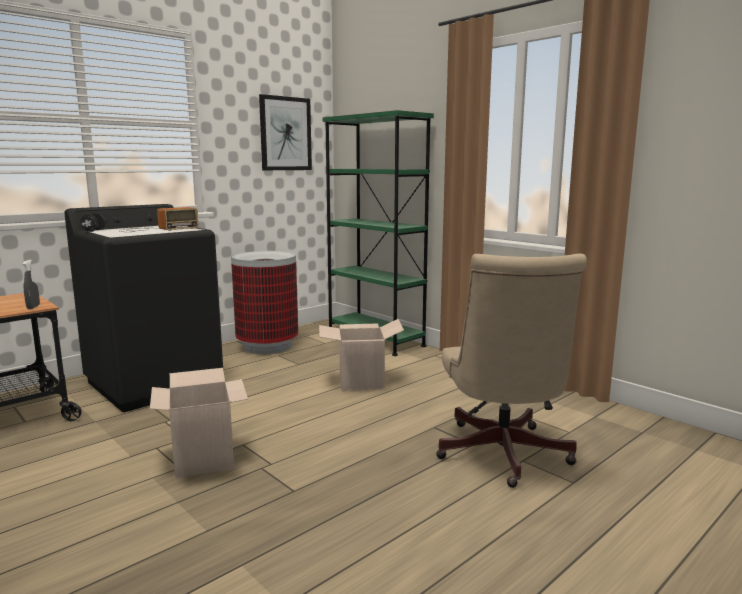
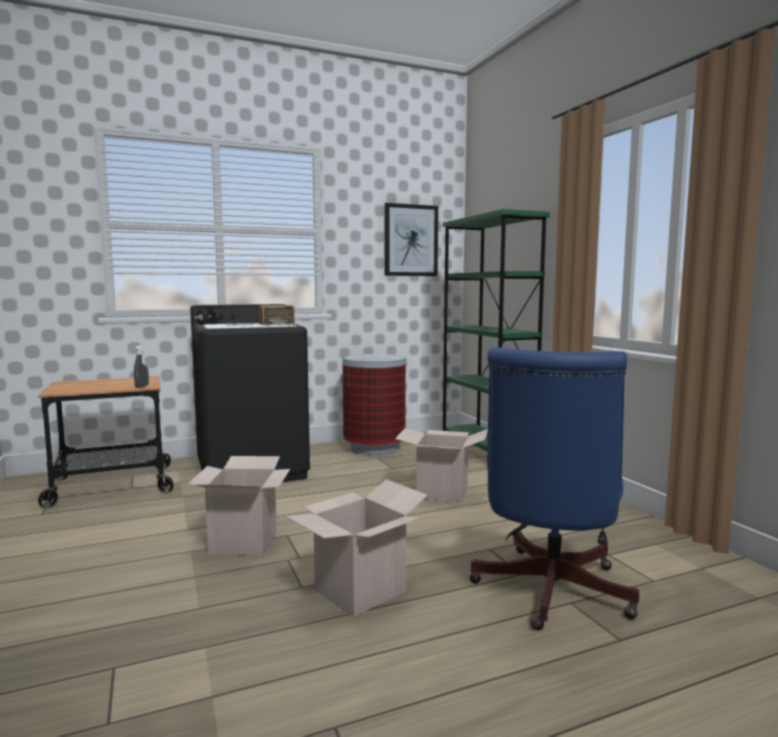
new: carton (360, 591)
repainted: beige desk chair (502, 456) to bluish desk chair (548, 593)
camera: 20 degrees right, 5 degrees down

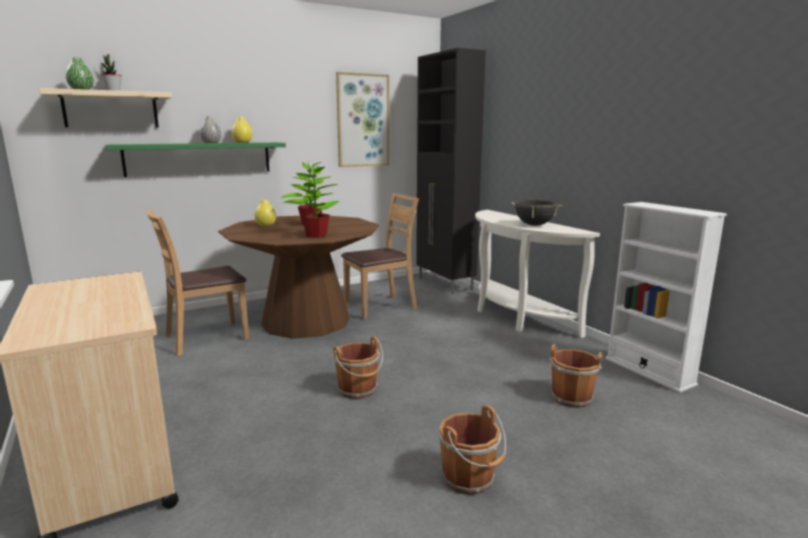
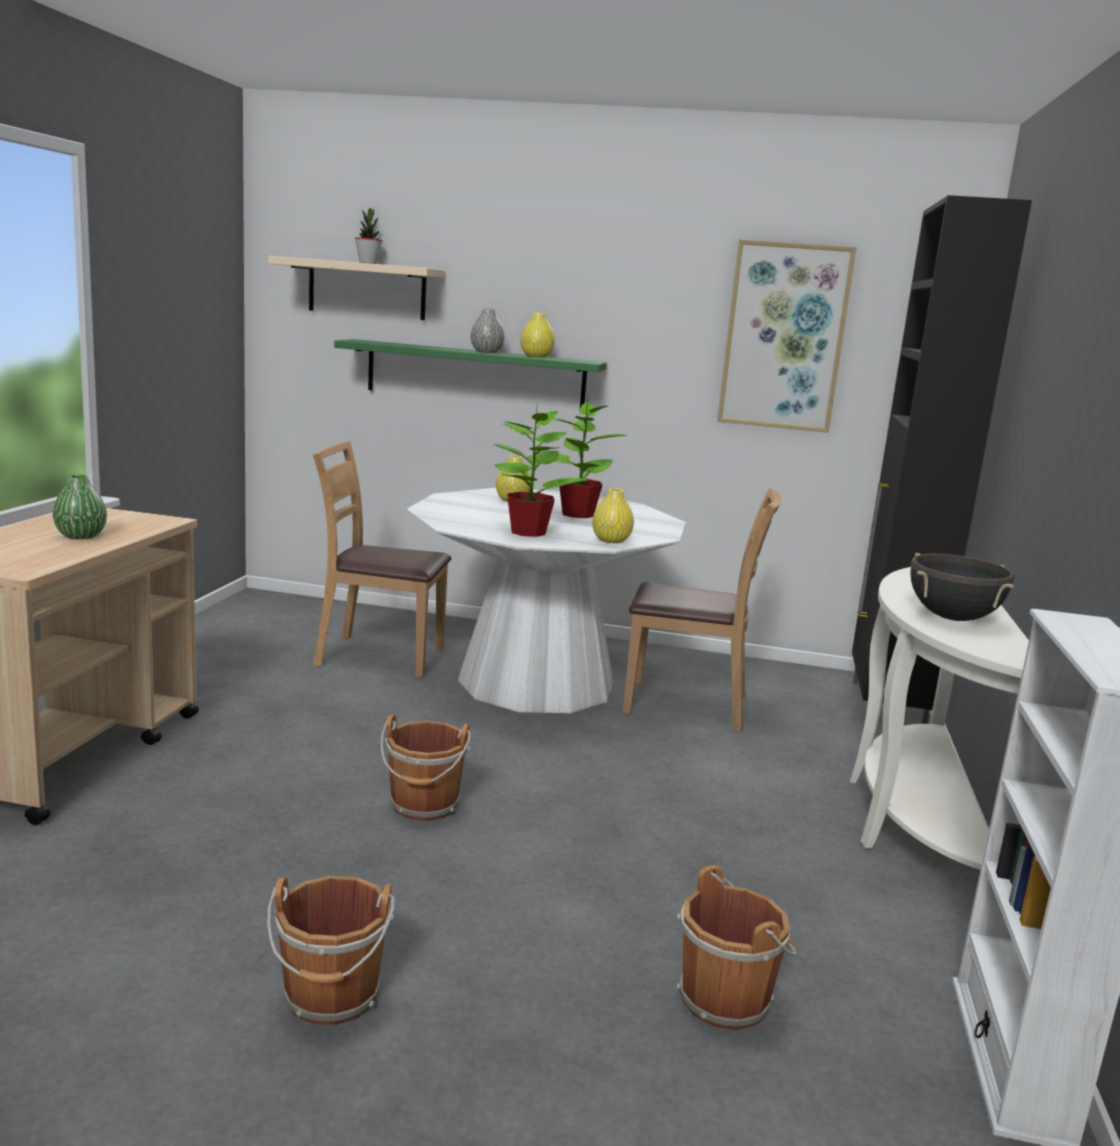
new: yellow flower vase (611, 540)
shifted: green-coloured flower vase (81, 89) to (81, 536)
repainted: brownish dinner table (306, 321) to white-coloured dinner table (536, 682)
camera: 40 degrees right, 0 degrees up

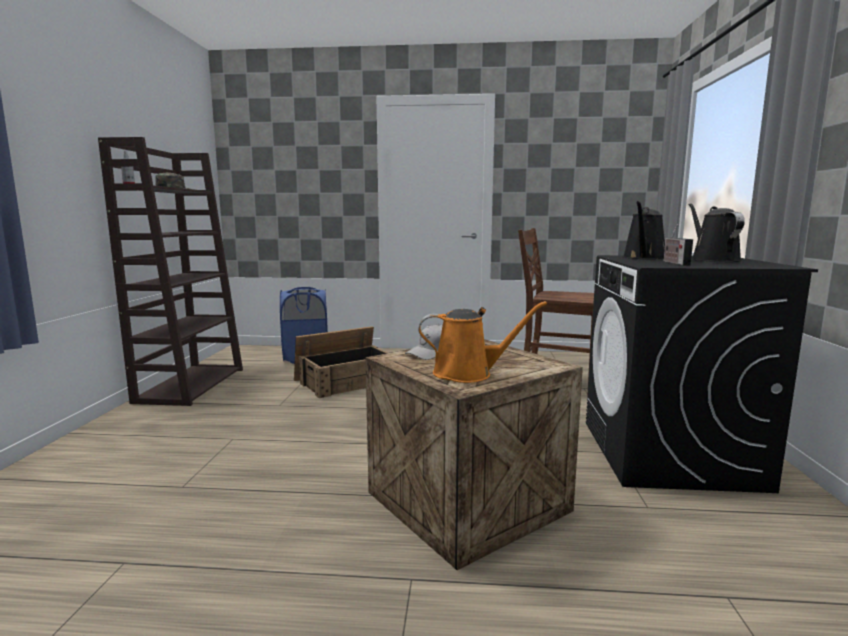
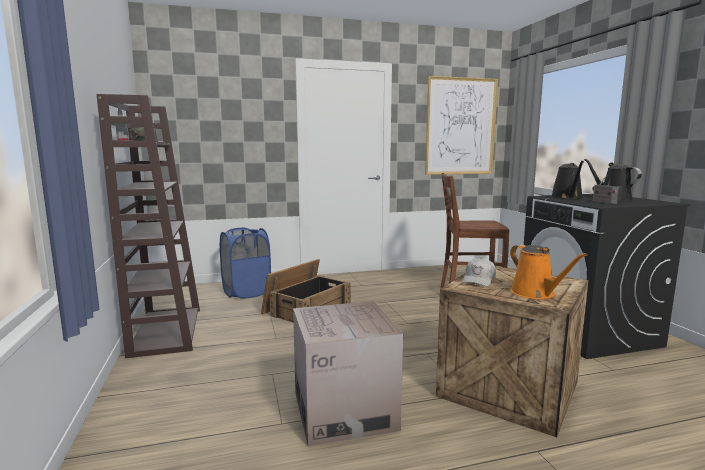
new: wall picture (460, 126); carton (344, 411)
rotated: orange watering pot (468, 373) = (535, 293) 90 degrees clockwise
camera: 20 degrees left, 0 degrees up

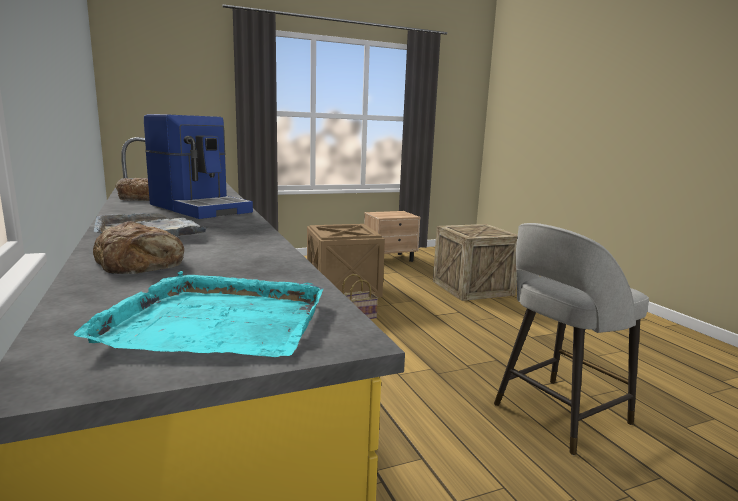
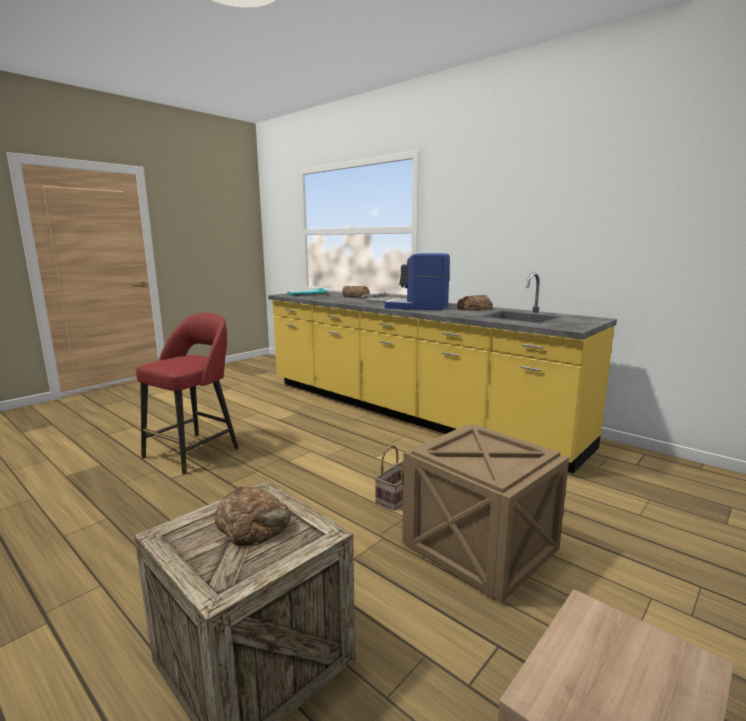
new: bread (254, 523)
repainted: grey stool seat (558, 415) to red stool seat (194, 452)
camera: 155 degrees right, 0 degrees up

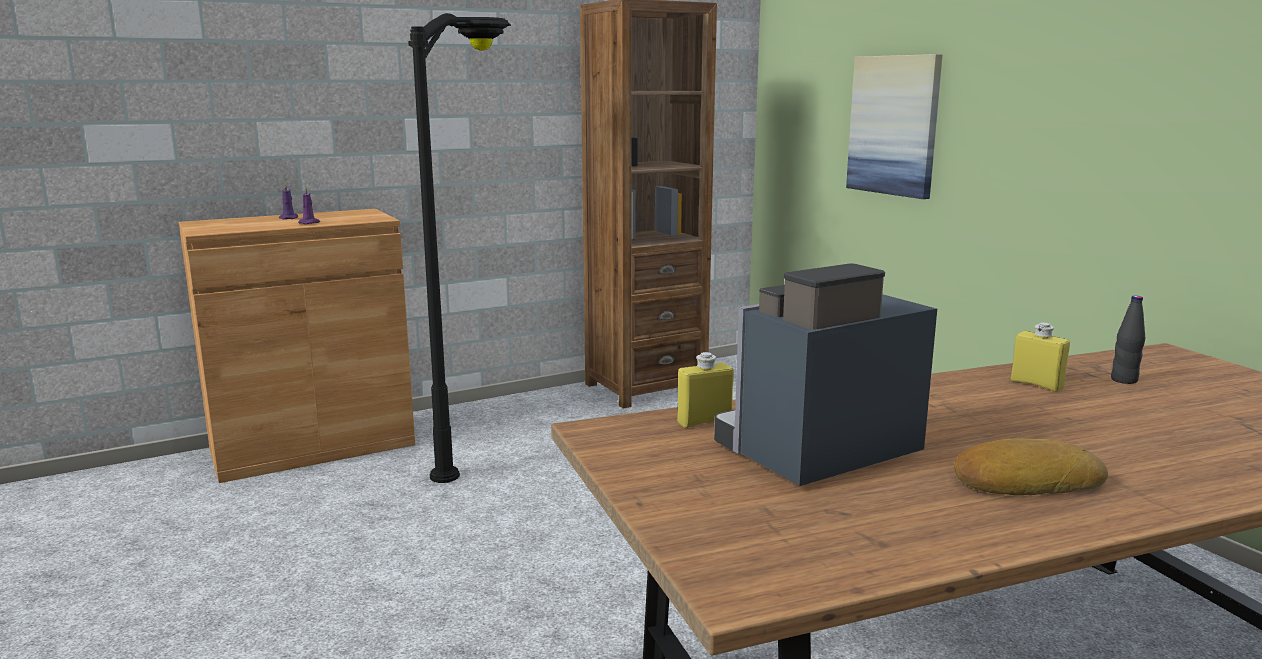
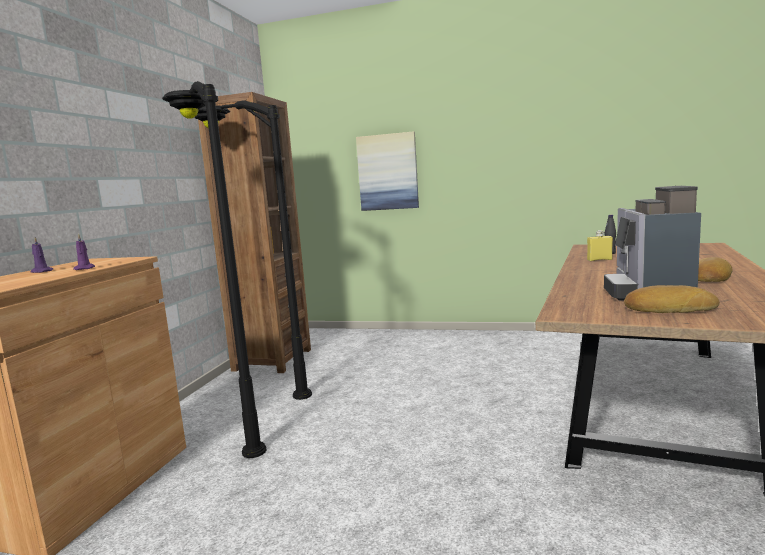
gone: yellow drink bottle (704, 421)
new: blackish standing lamp (259, 386); bread (668, 308)
camera: 45 degrees left, 5 degrees down

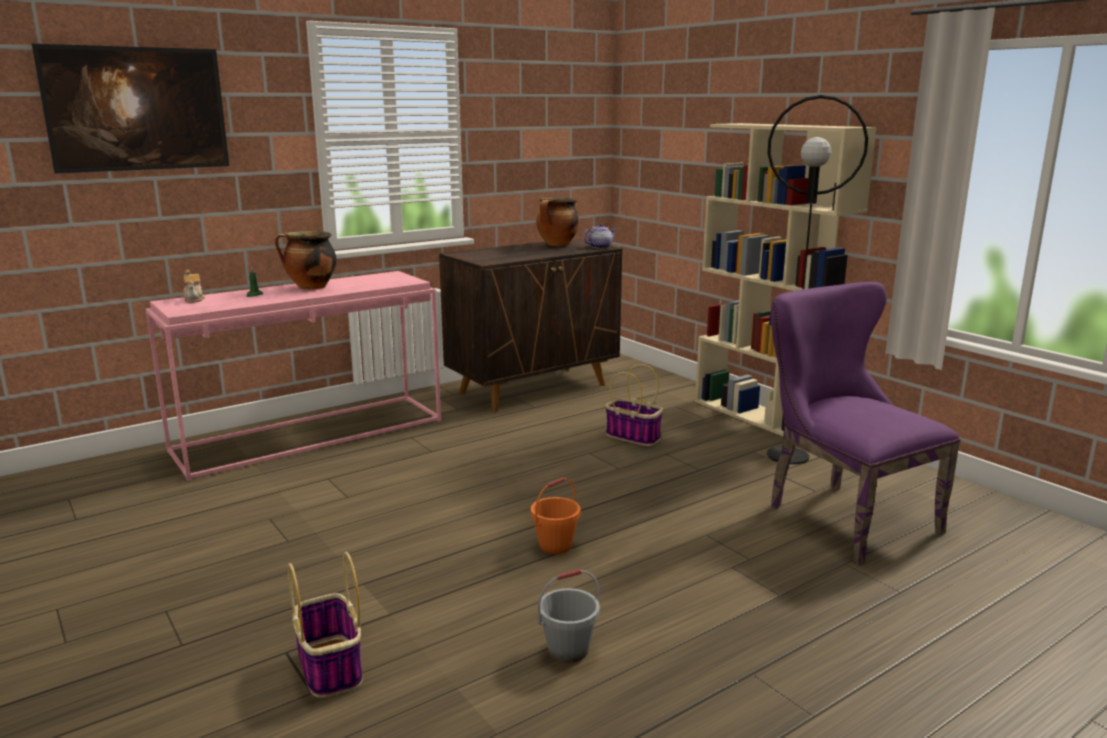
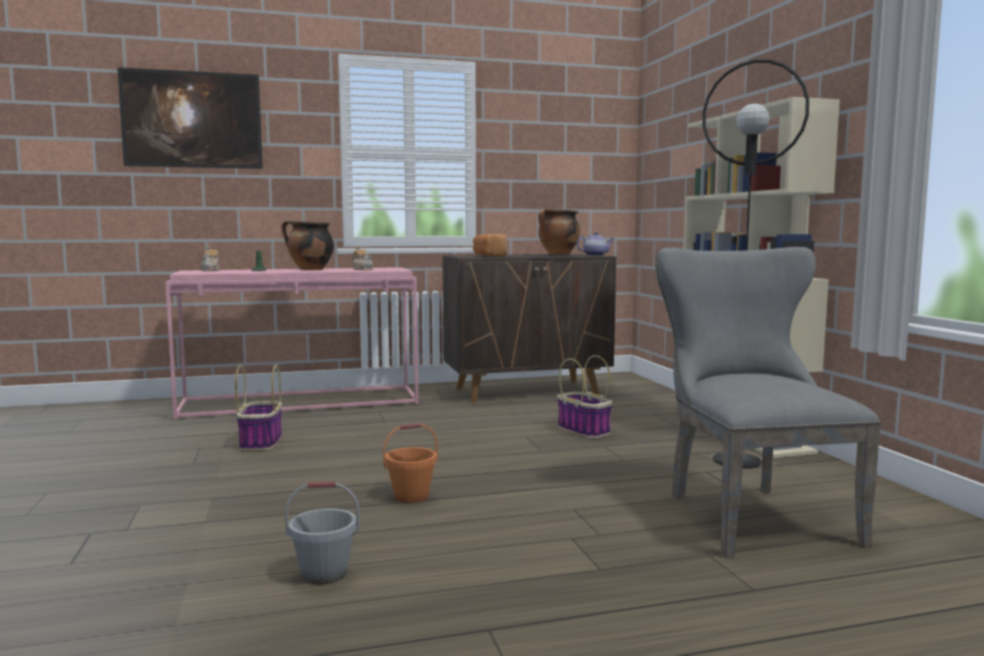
new: bread (488, 256); tea pot (362, 269)
shifted: storage basket (329, 666) to (261, 442)
repainted: purplish upright chair (841, 515) to grey upright chair (749, 514)
camera: 20 degrees right, 10 degrees down

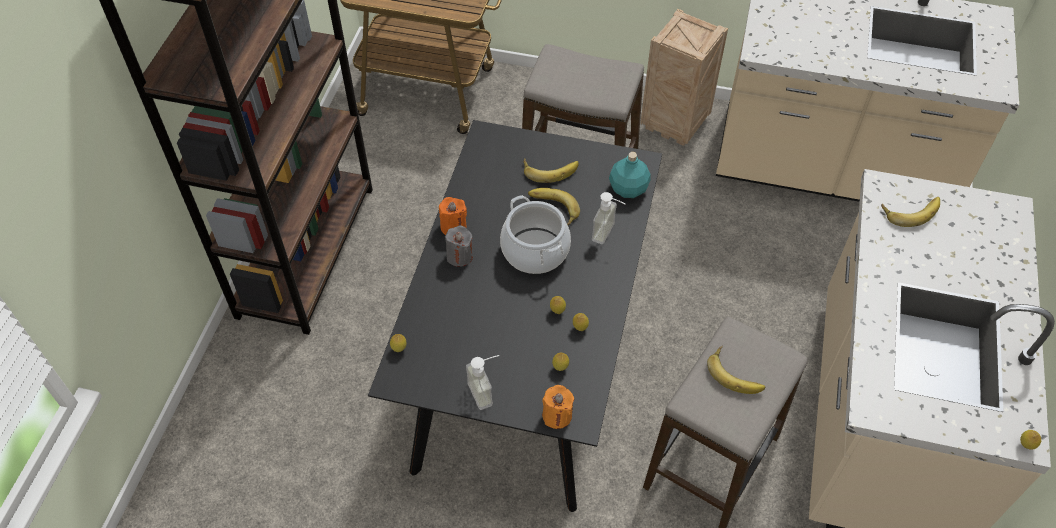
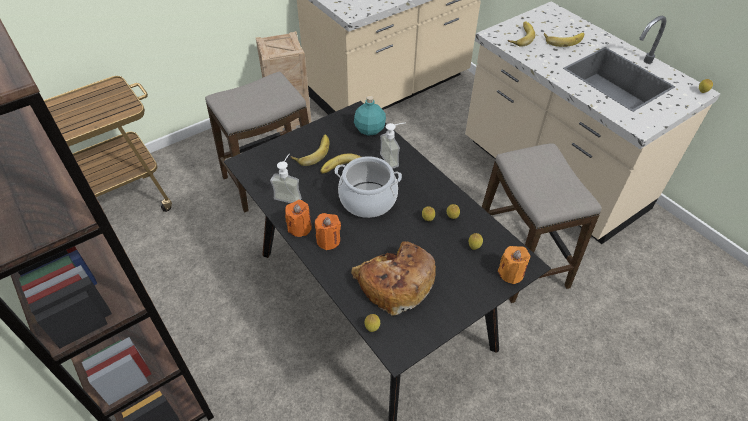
new: bread (394, 282)
shifted: banana (736, 373) to (563, 39); liquid soap bottle (486, 391) to (289, 194)
repainted: grey wax candle (459, 256) to orange wax candle (328, 240)
camera: 50 degrees left, 5 degrees down

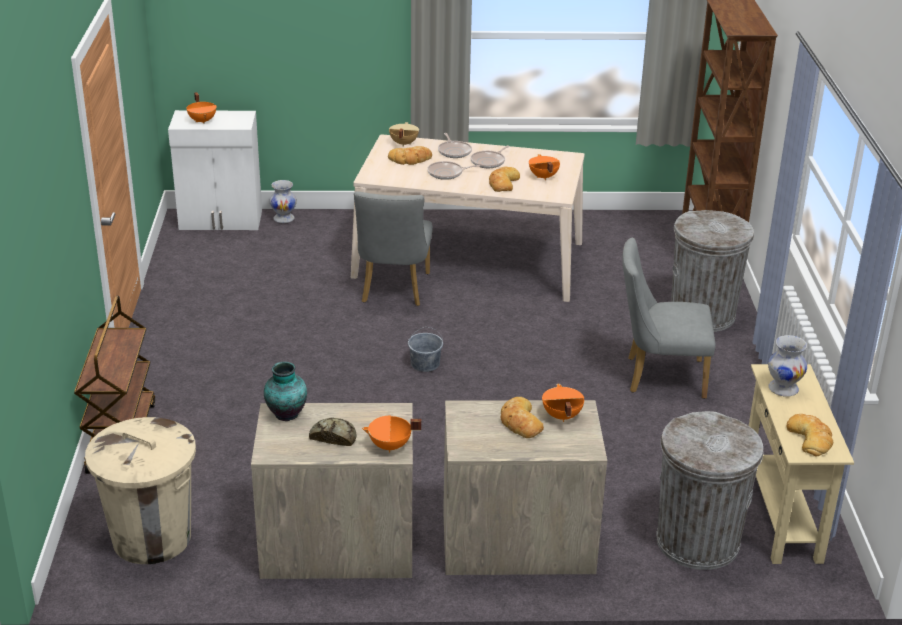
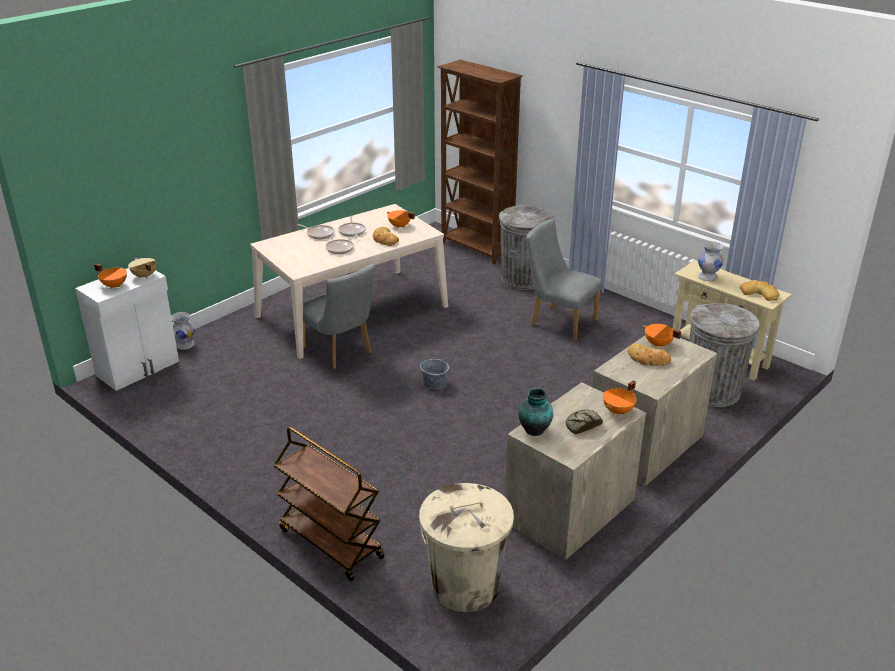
gone: bread (410, 159)
shifted: beige stockpot (403, 143) to (144, 276)
rotated: grey upright chair (658, 376) = (559, 321) 75 degrees clockwise
camera: 45 degrees left, 0 degrees up

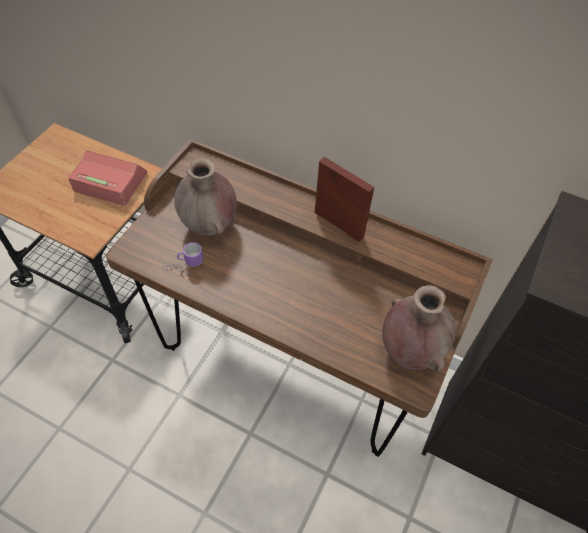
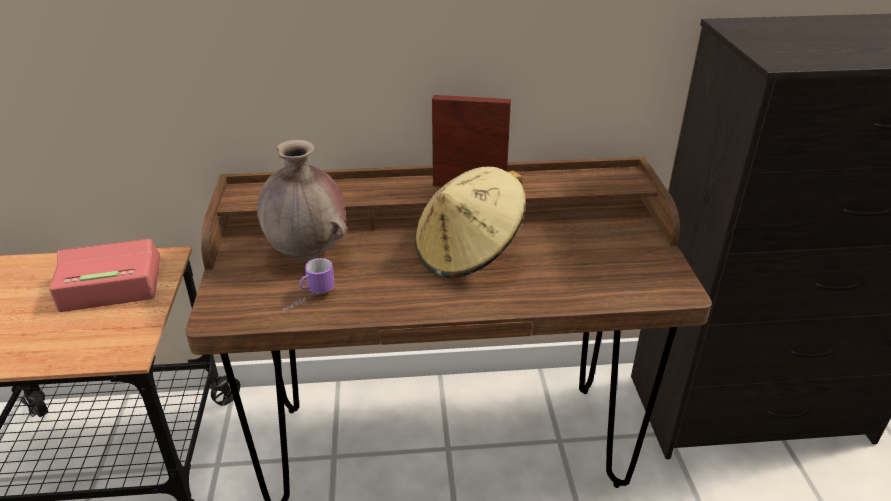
gone: brownish flower vase (409, 351)
new: beige hat (468, 253)
camera: 30 degrees left, 20 degrees down

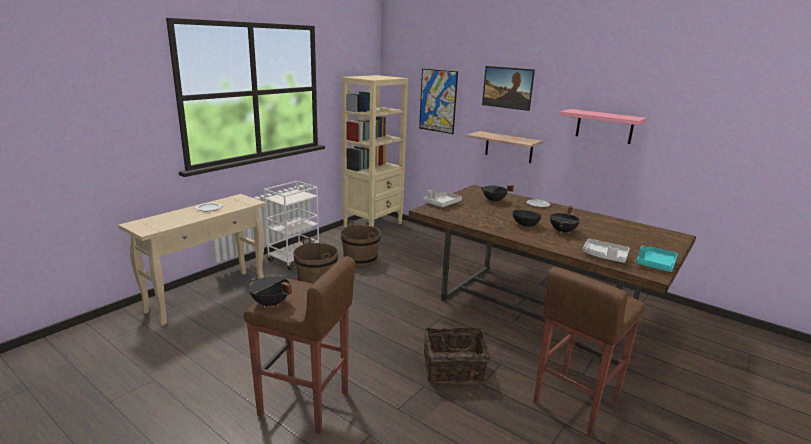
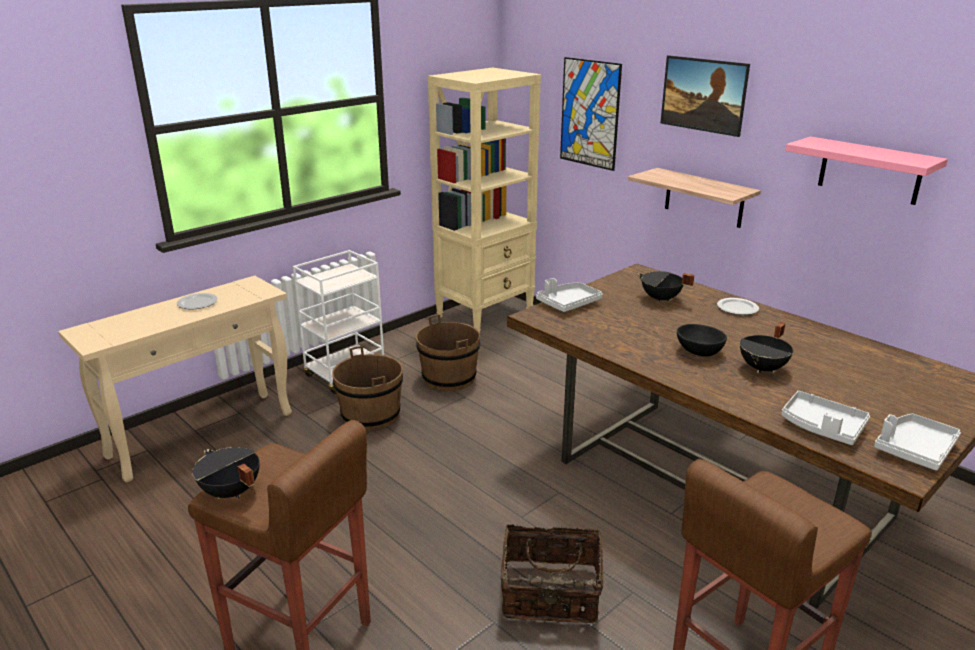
repainted: blue-green carrying tray (655, 264) to grey carrying tray (914, 449)
camera: 10 degrees right, 5 degrees up

